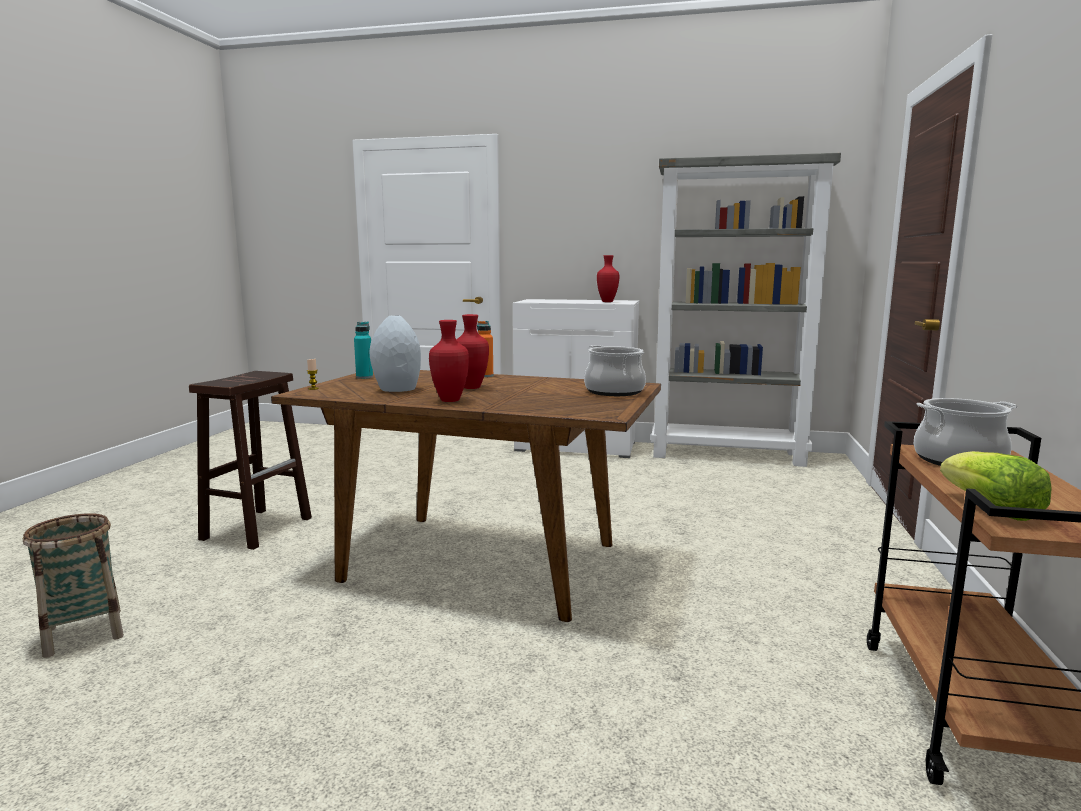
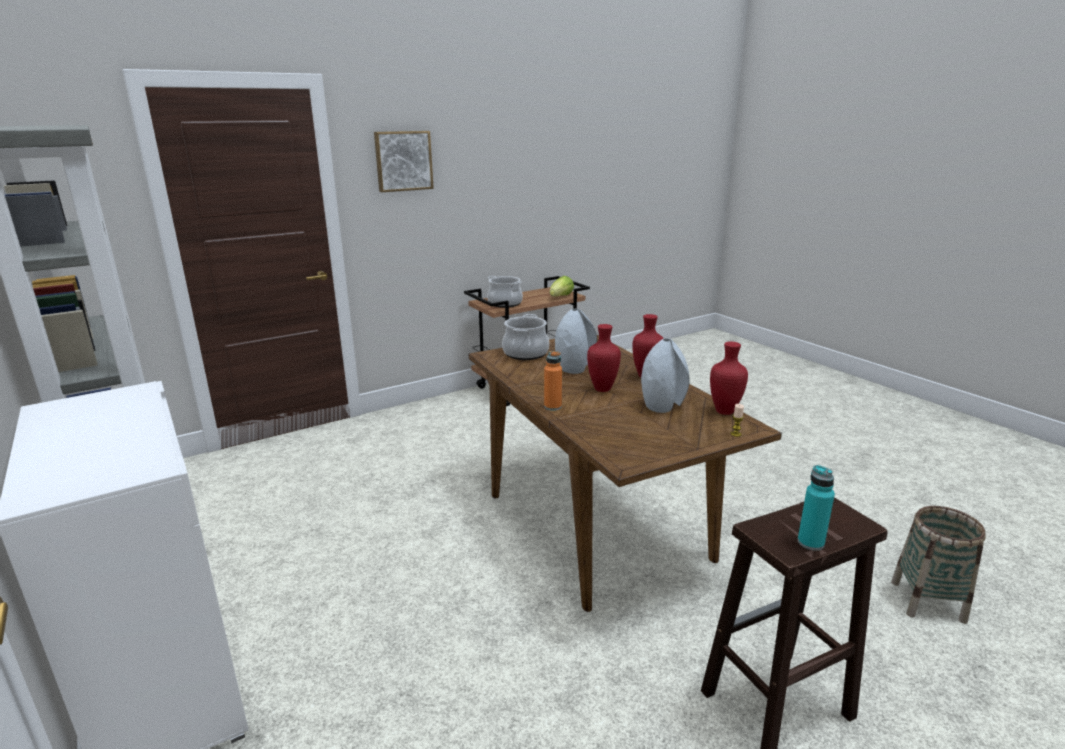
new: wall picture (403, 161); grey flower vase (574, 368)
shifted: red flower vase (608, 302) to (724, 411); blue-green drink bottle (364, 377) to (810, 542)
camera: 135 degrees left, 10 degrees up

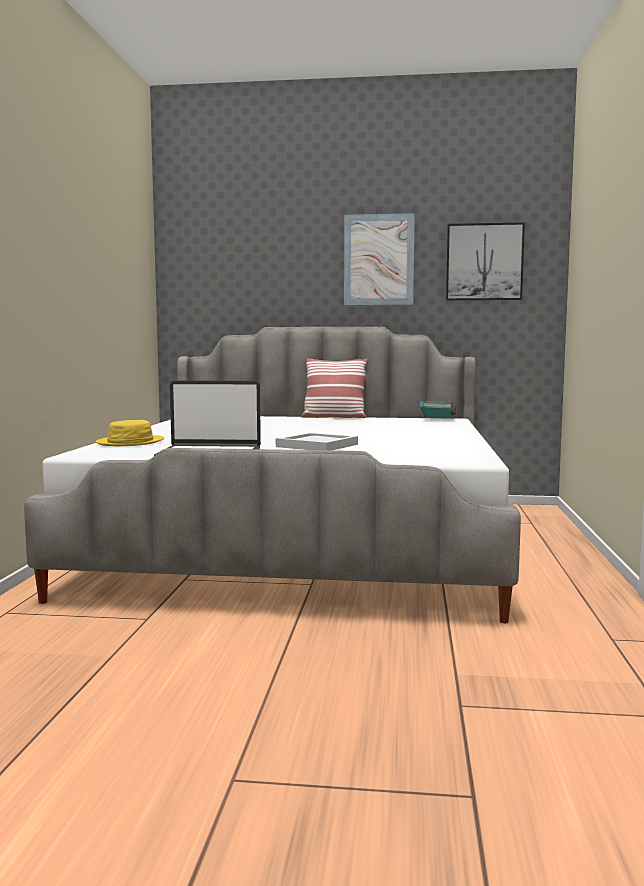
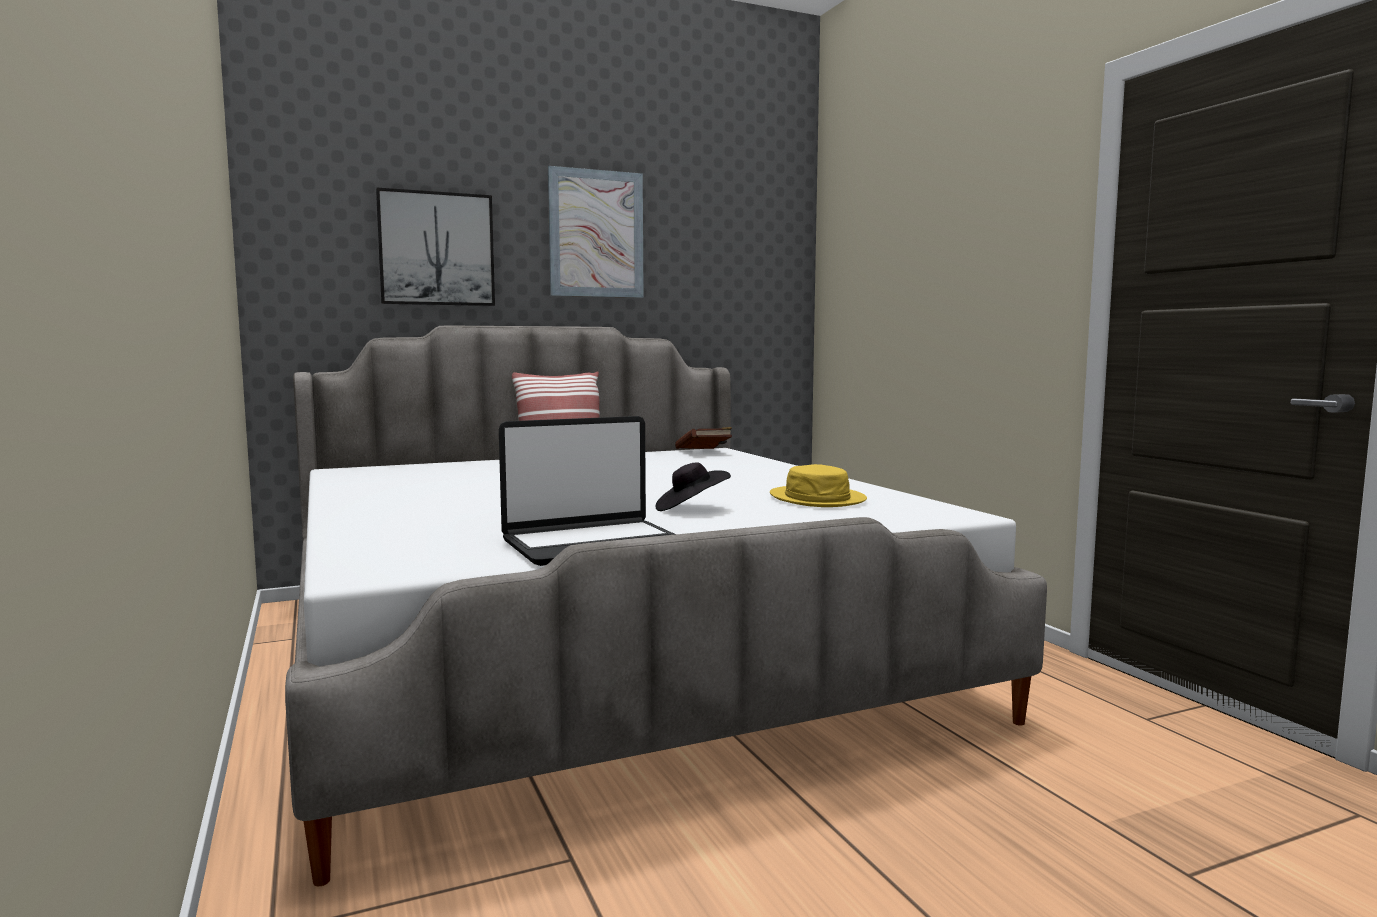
shifted: wall picture (484, 262) to (436, 249); yellow hat (130, 442) to (817, 498)
swapped: white-coloured carrying tray (316, 445) to blackish hat (691, 508)
repainted: blue-green volume (438, 420) to brownish volume (704, 452)
camera: 30 degrees left, 0 degrees up

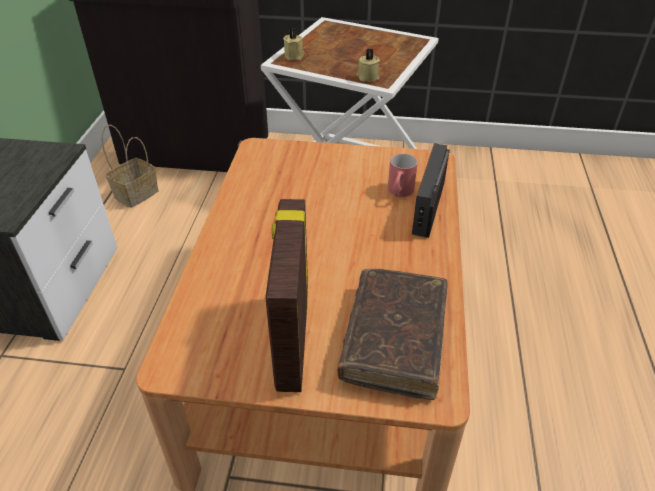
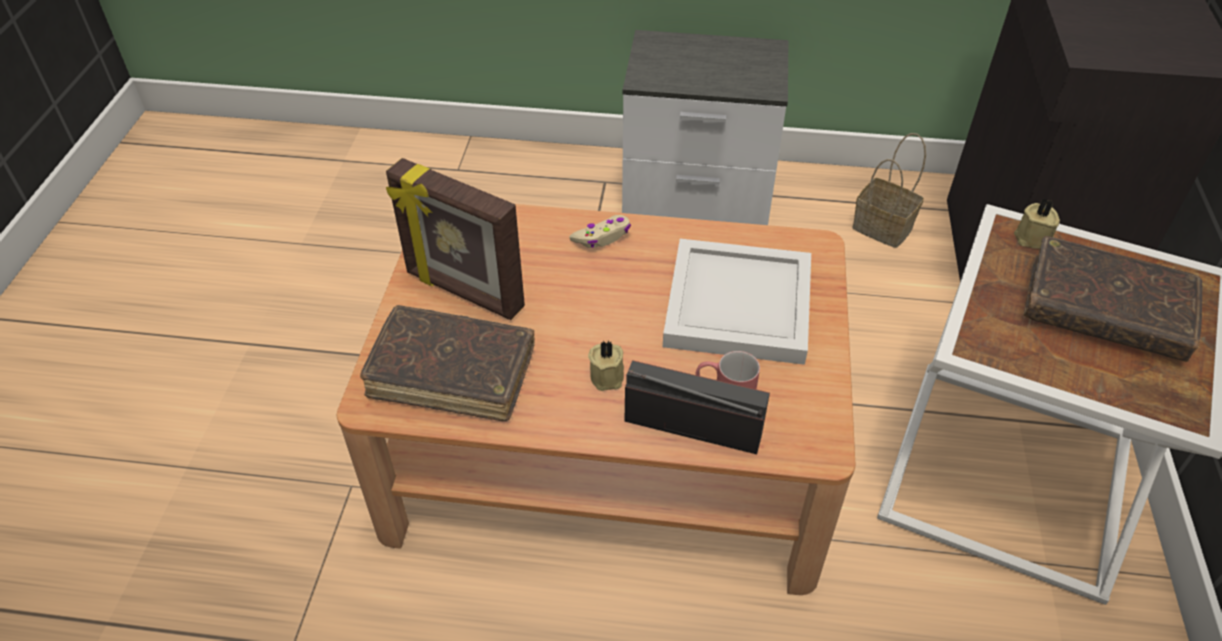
new: beige joypad (602, 237); brownish volume (1104, 311); white-coloured carrying tray (736, 303)
shifted: beige wax candle (367, 77) to (608, 376)
rotated: photo frame (291, 339) = (463, 292) 150 degrees counterclockwise
camera: 90 degrees right, 5 degrees up

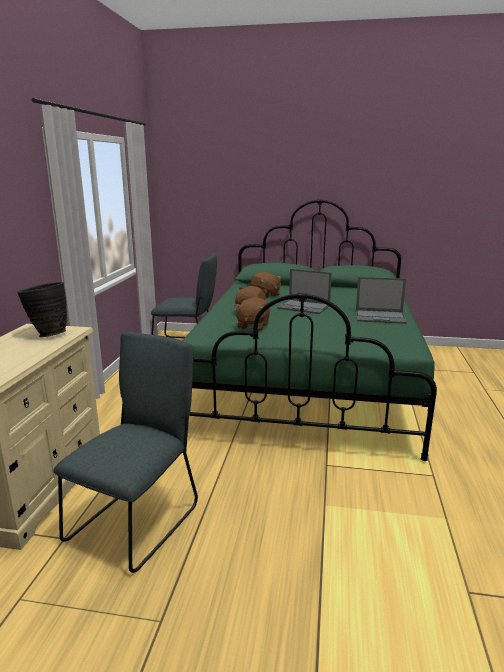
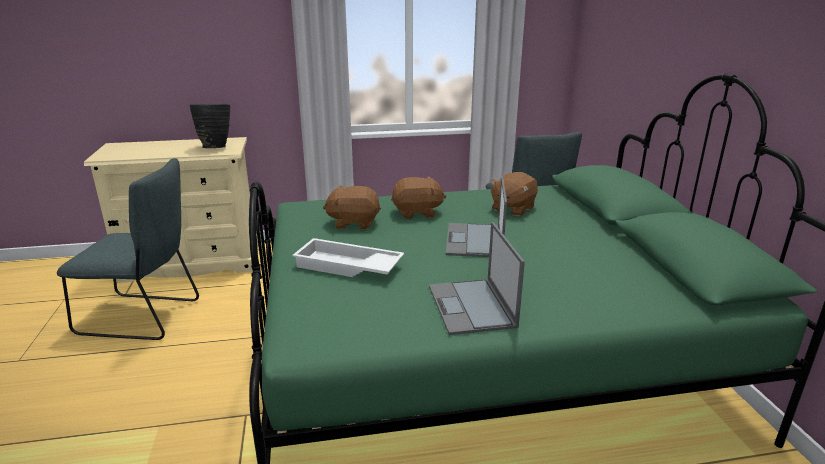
new: white-coloured carrying tray (347, 267)
camera: 70 degrees right, 5 degrees up

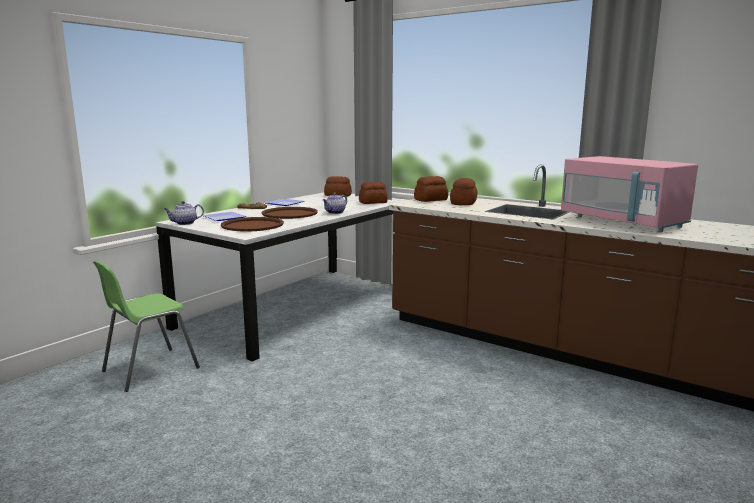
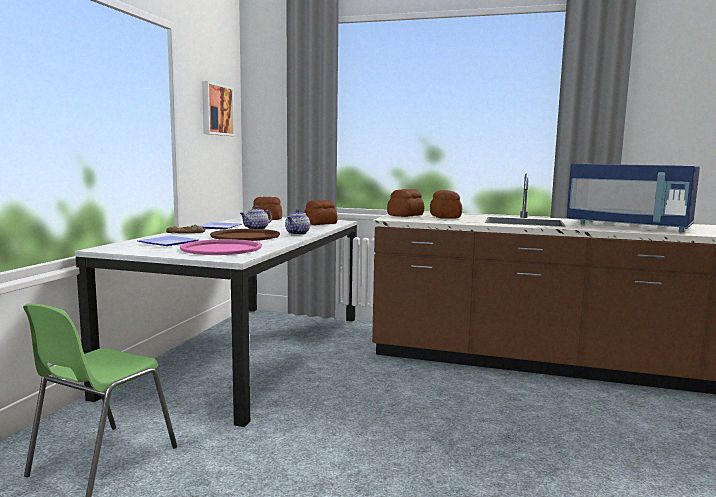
new: wall picture (216, 110)
shifted: tea pot (184, 223) to (256, 229)
repainted: pinkish microwave oven (622, 222) to bluish microwave oven (629, 226); brownish carrying tray (252, 225) to pinkish carrying tray (221, 249)
camera: 20 degrees left, 5 degrees down

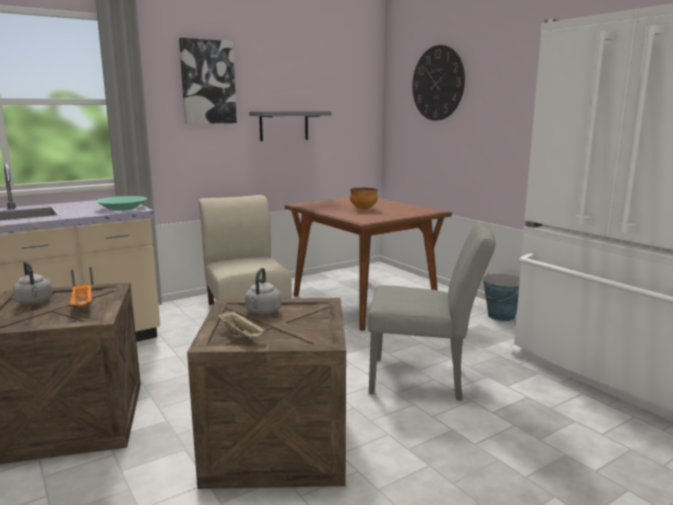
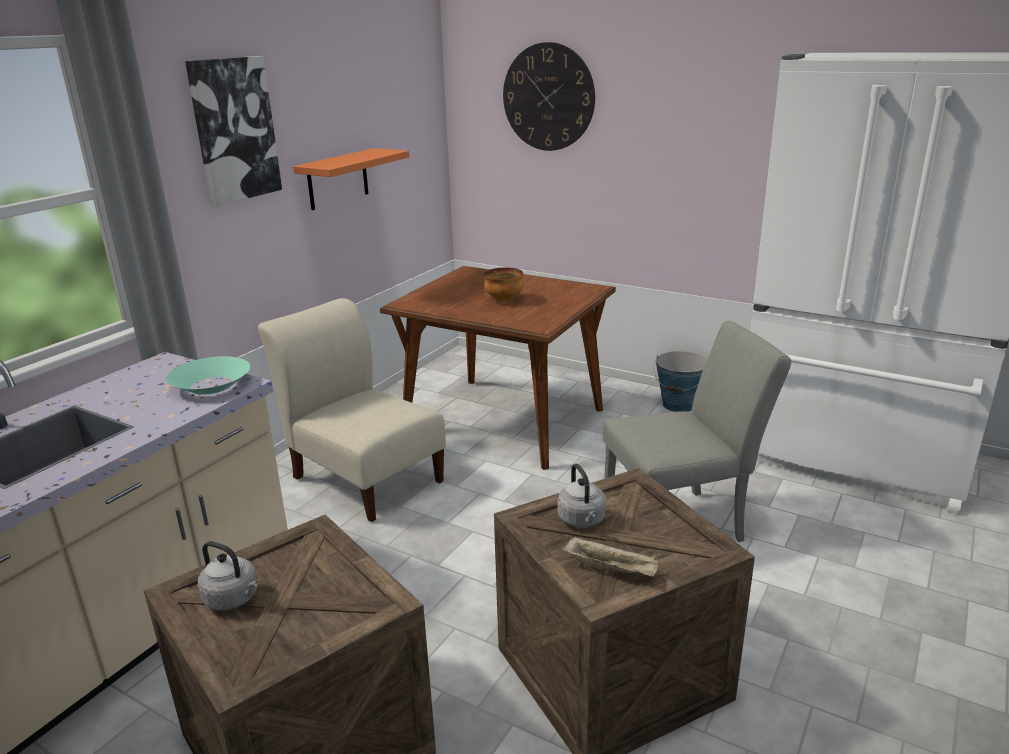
gone: orange carrying tray (83, 304)
repainted: grey wall shelf (284, 125) to orange wall shelf (338, 179)
camera: 25 degrees left, 10 degrees up

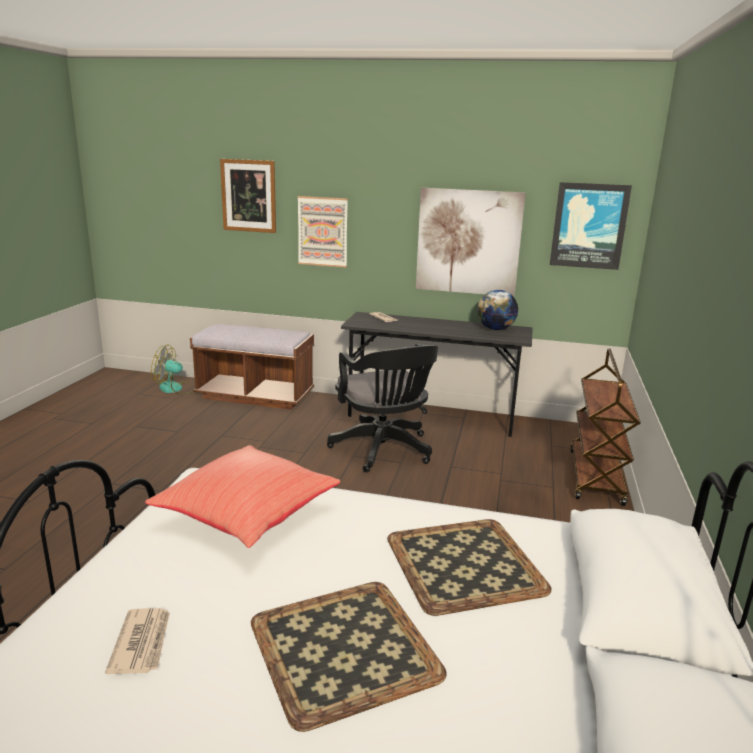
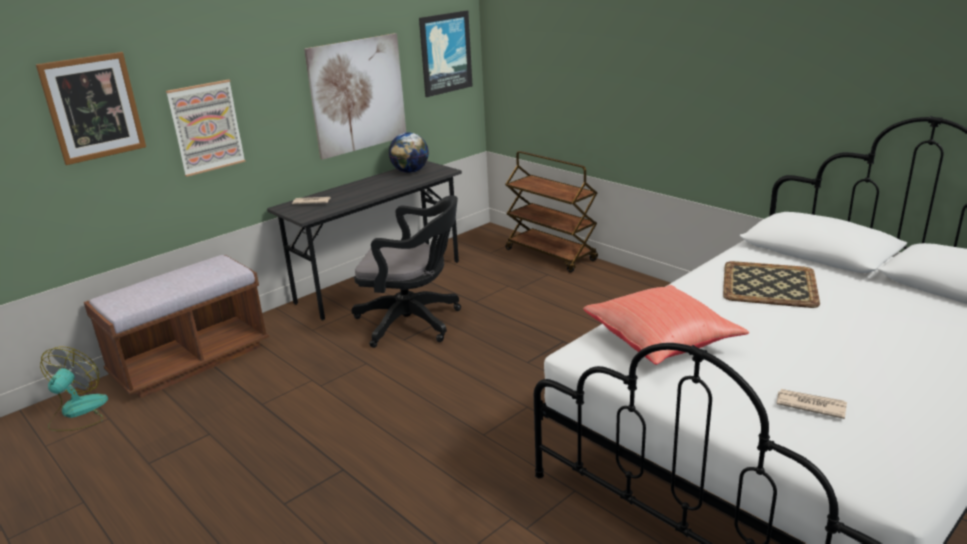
gone: carrying tray (342, 648)
rotated: fan (176, 388) = (77, 412) 150 degrees clockwise
camera: 55 degrees left, 5 degrees up

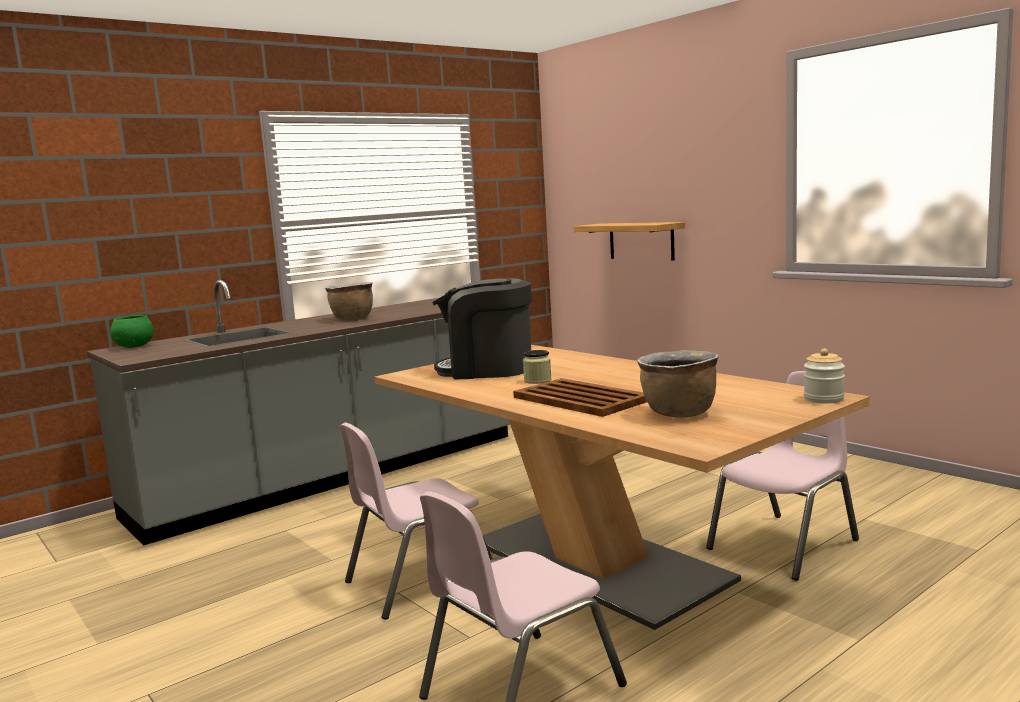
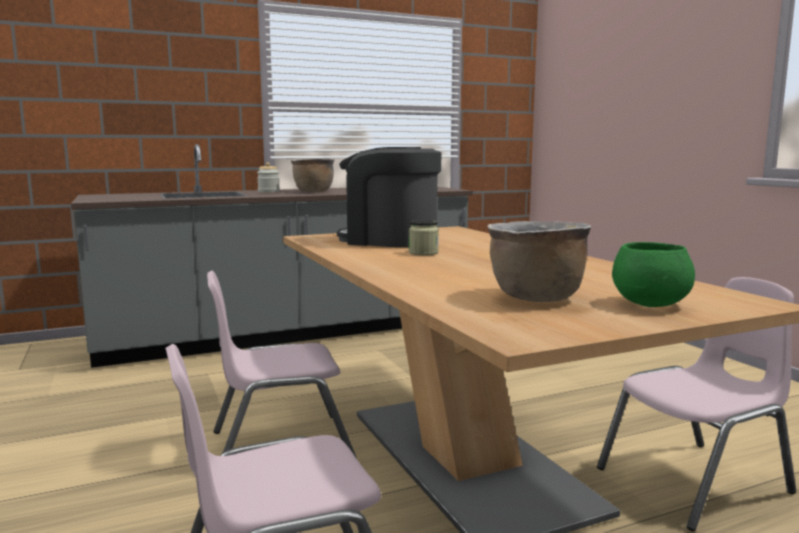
gone: wall shelf (641, 241); brownish carrying tray (581, 399)
shifted: green-coloured bowl (135, 346) to (651, 304); preserve jar (823, 399) to (268, 192)
camera: 15 degrees right, 0 degrees up

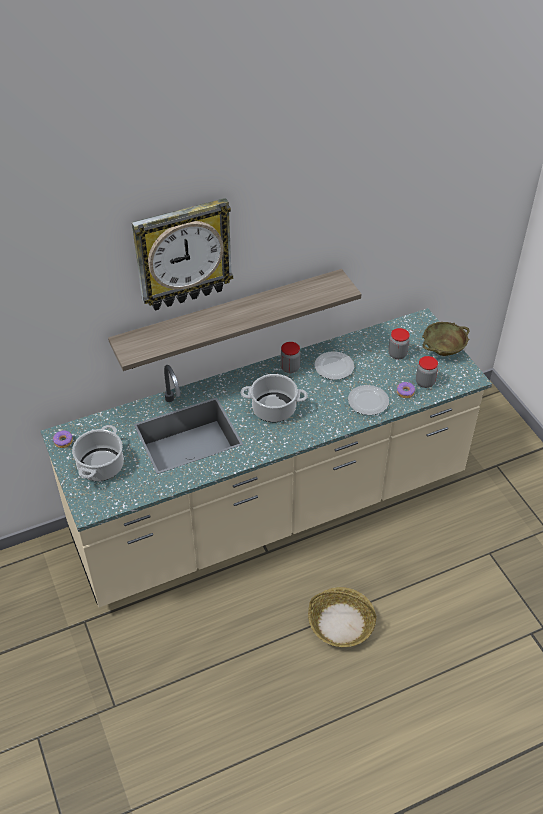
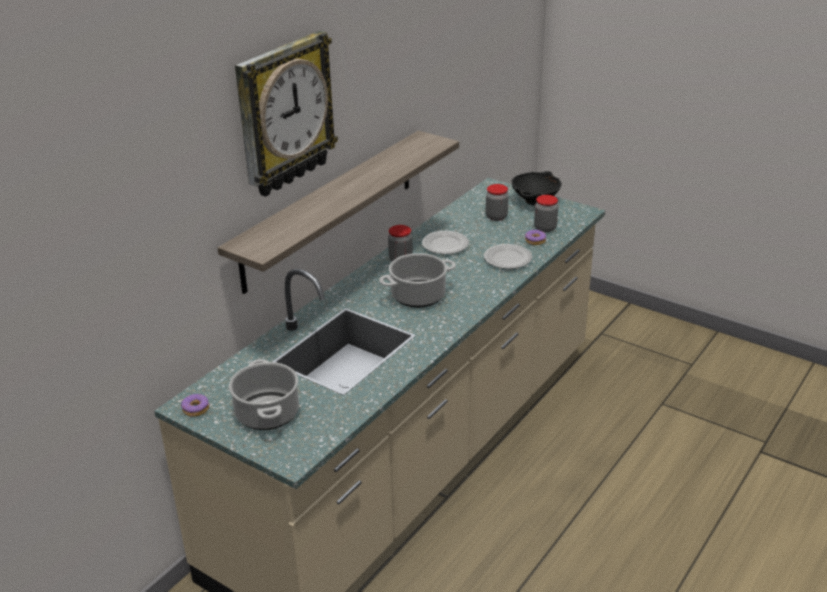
gone: storage basket (340, 623)
repainted: beige bowl (443, 350) to blackish bowl (535, 201)
camera: 30 degrees left, 15 degrees down

